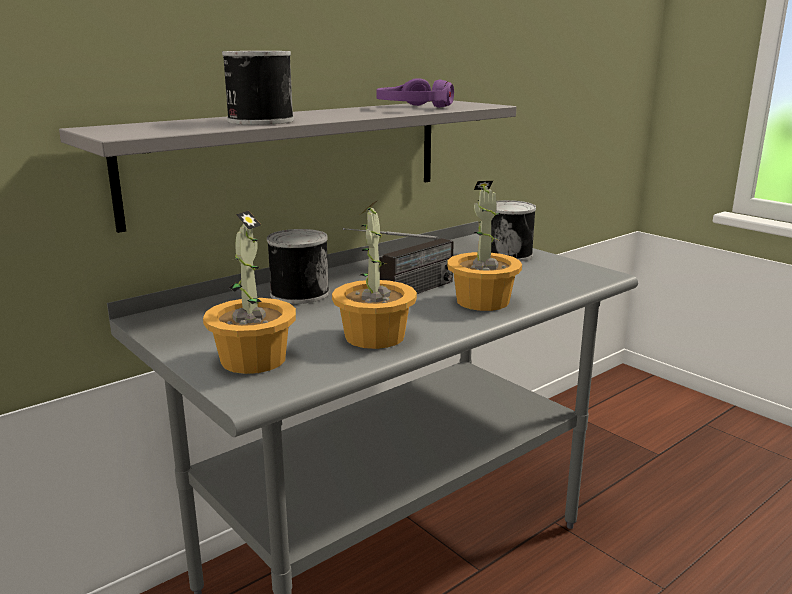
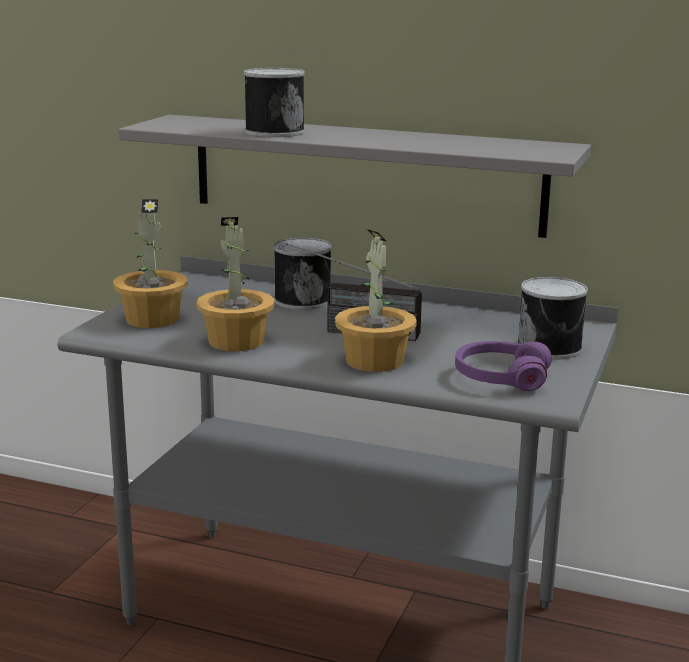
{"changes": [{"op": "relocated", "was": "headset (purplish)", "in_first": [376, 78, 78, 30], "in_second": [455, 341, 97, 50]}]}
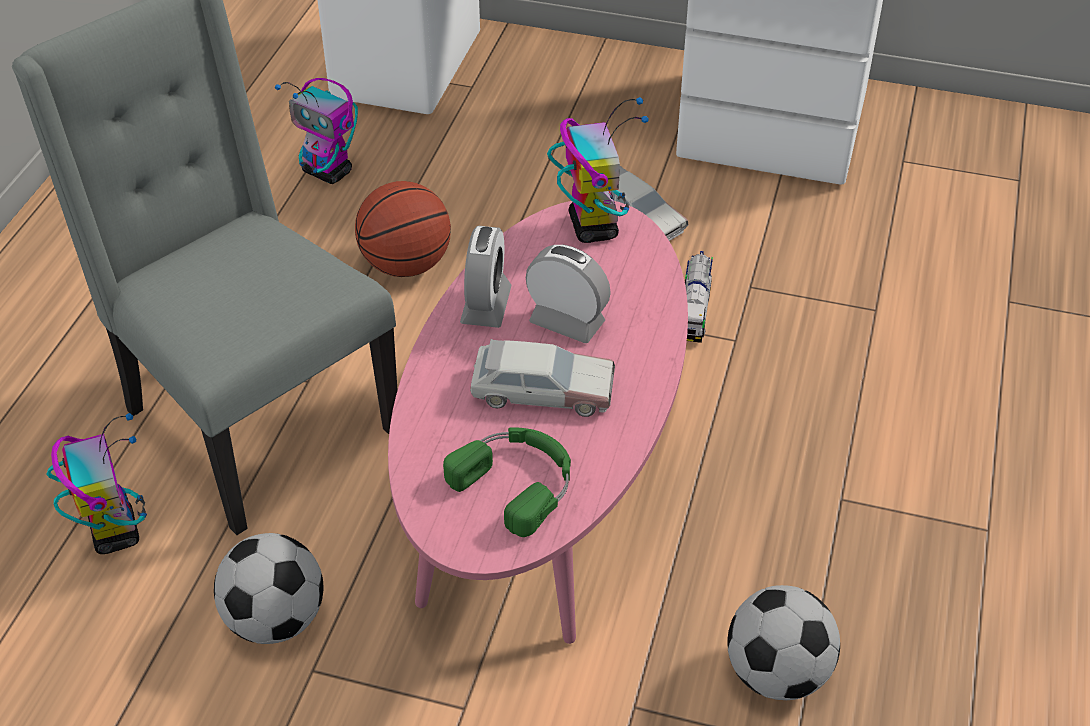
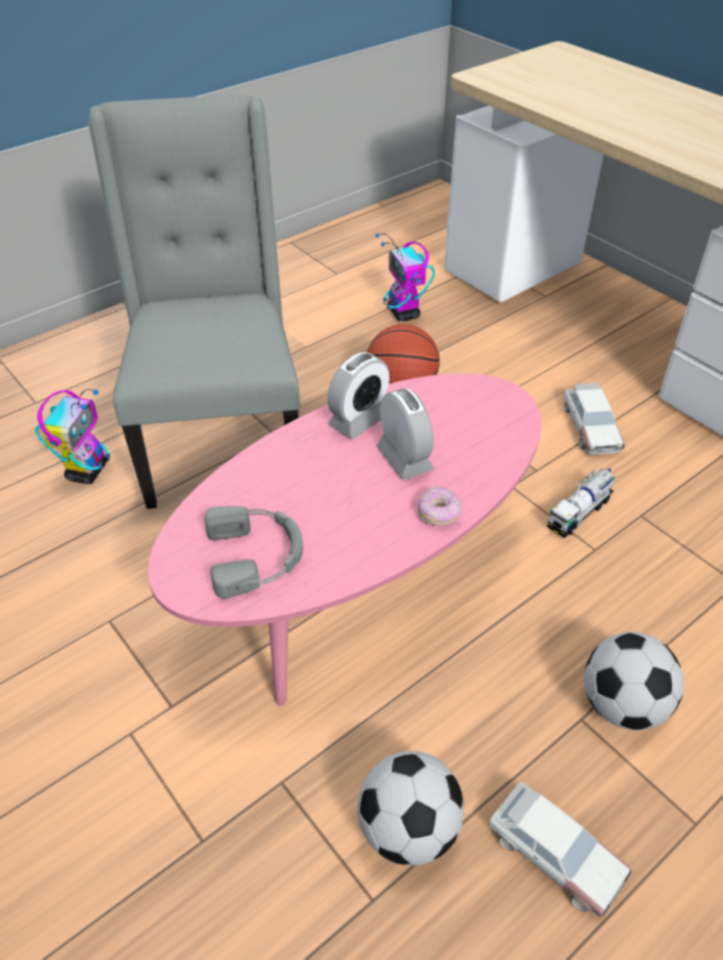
{"changes": [{"op": "relocated", "was": "football ball", "in_first": [214, 533, 109, 111], "in_second": [584, 632, 100, 98]}, {"op": "colour", "was": "headset (green)", "now": "headset (greyish)", "in_first": [443, 427, 128, 110], "in_second": [204, 506, 99, 93]}, {"op": "relocated", "was": "model car", "in_first": [470, 339, 145, 78], "in_second": [489, 782, 143, 136]}, {"op": "missing", "was": "toy robot", "in_first": [547, 97, 102, 146]}, {"op": "appeared", "now": "donut", "in_second": [417, 486, 44, 40]}]}
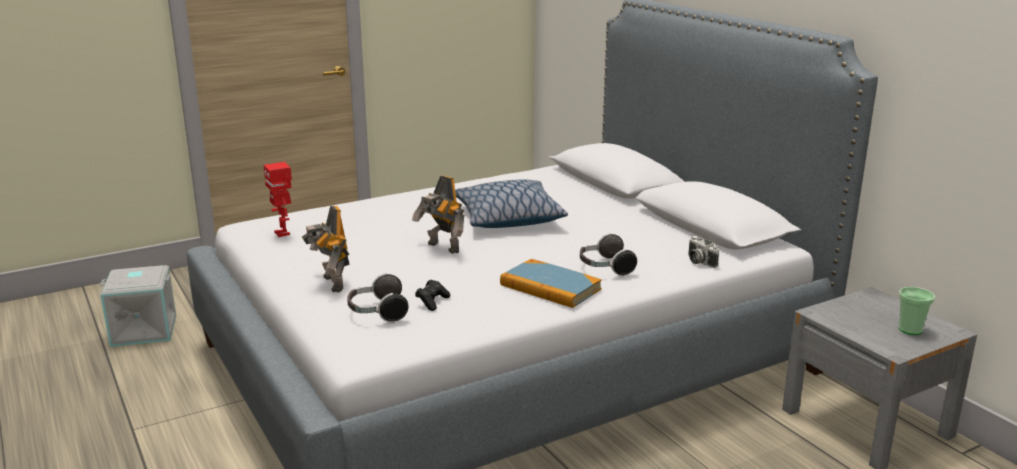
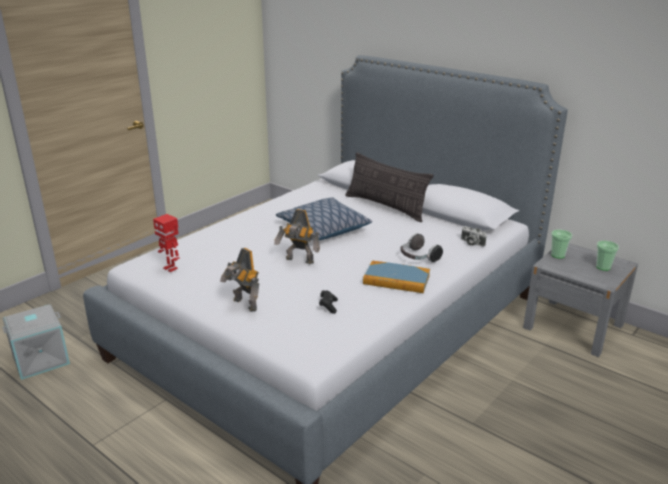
{"changes": [{"op": "missing", "was": "headset", "in_first": [347, 273, 62, 50]}, {"op": "appeared", "now": "throw pillow", "in_second": [345, 152, 88, 70]}, {"op": "appeared", "now": "drinking cup", "in_second": [551, 230, 21, 29]}]}
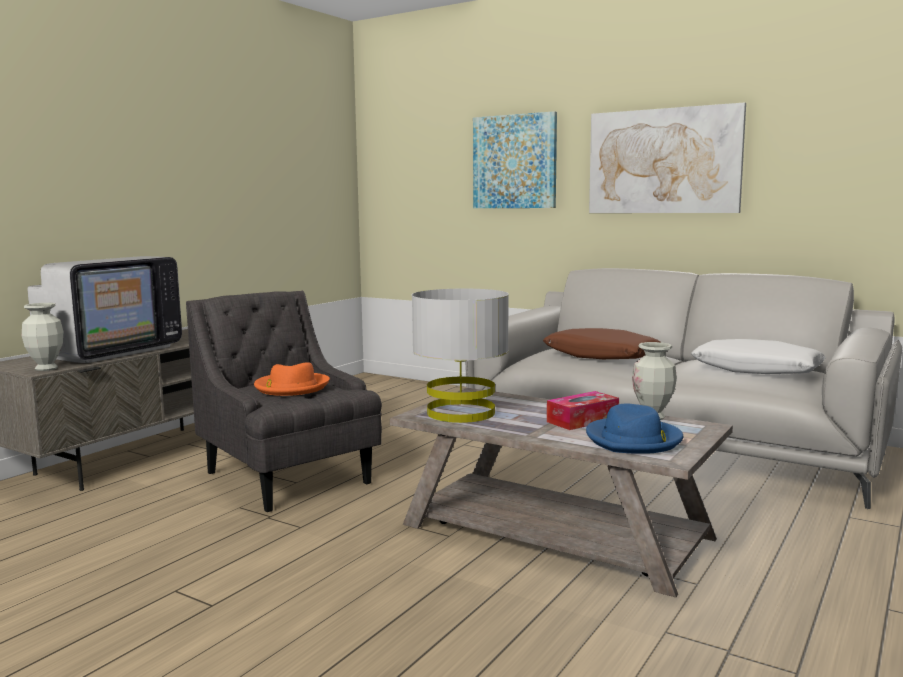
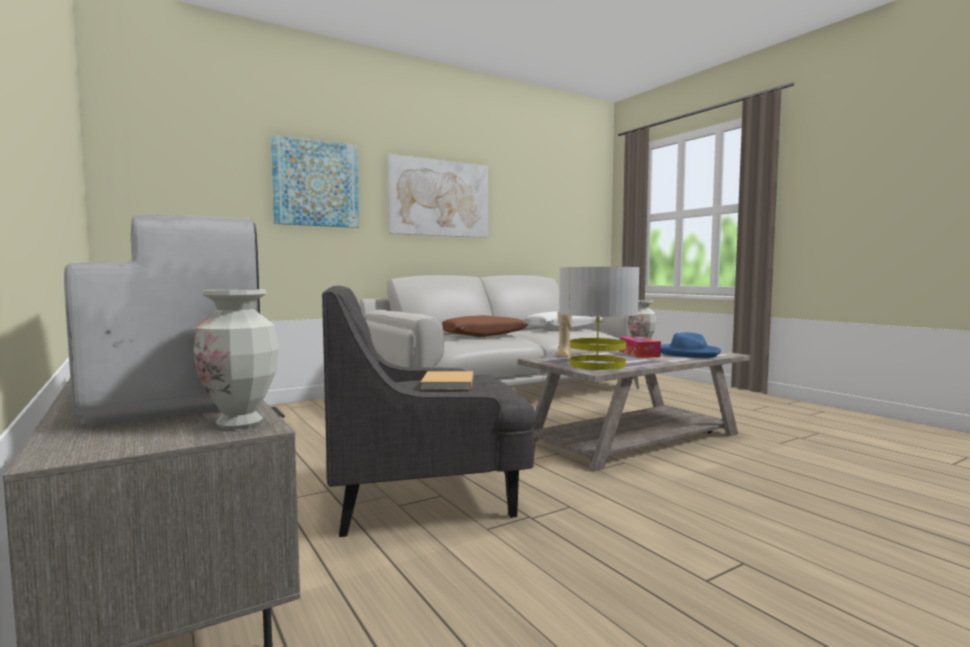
{"changes": [{"op": "exchanged", "was": "clothing hat (orange)", "now": "volume (sand-coloured)", "in_first": [254, 363, 76, 33], "in_second": [420, 371, 53, 19]}, {"op": "appeared", "now": "candle (sand-coloured)", "in_second": [556, 311, 17, 46]}]}
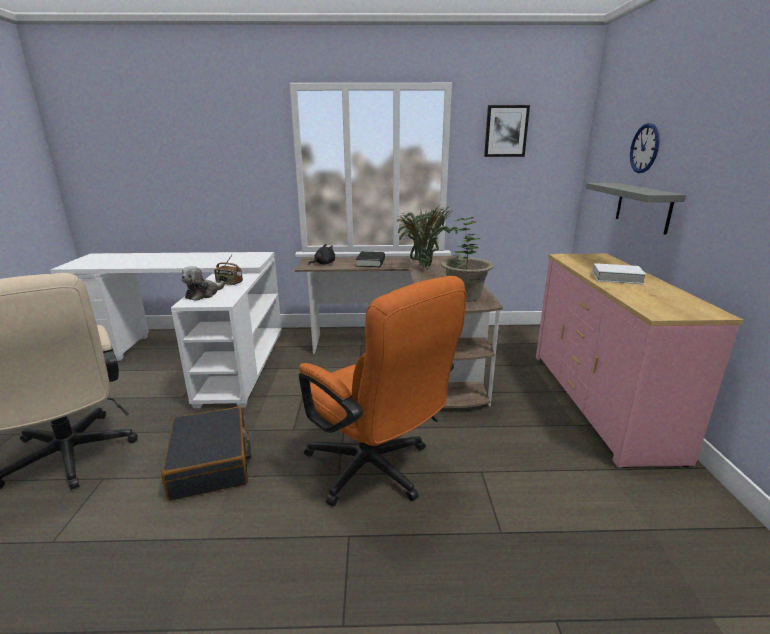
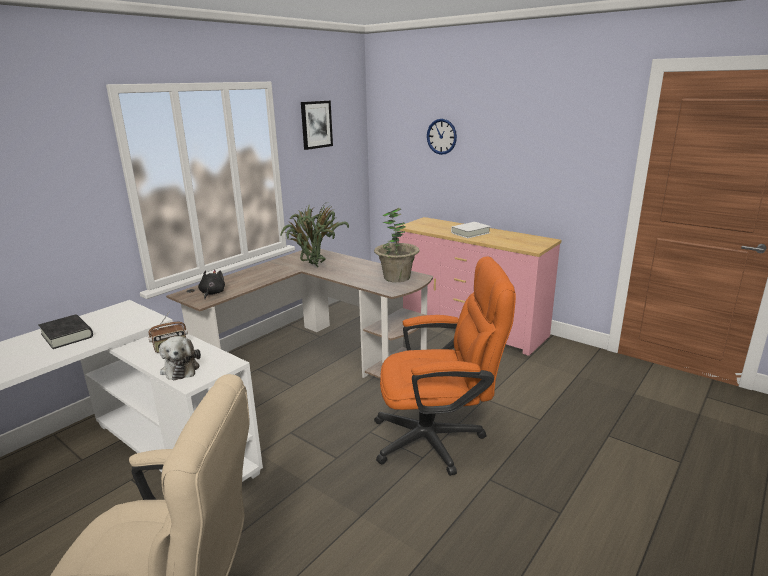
{"changes": [{"op": "missing", "was": "piece of luggage (black-coloured)", "in_first": [161, 406, 90, 95]}, {"op": "relocated", "was": "volume (black-coloured)", "in_first": [356, 252, 29, 15], "in_second": [38, 315, 55, 34]}, {"op": "missing", "was": "wall shelf (greyish)", "in_first": [586, 183, 100, 52]}]}
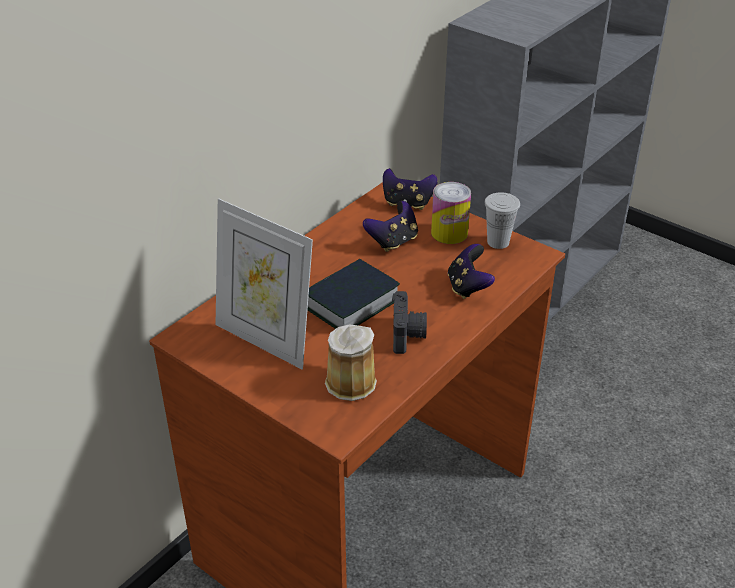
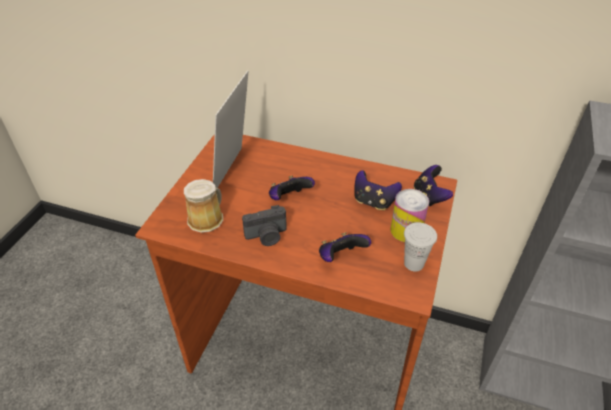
{"changes": [{"op": "exchanged", "was": "volume", "now": "joypad", "in_first": [308, 259, 92, 70], "in_second": [269, 175, 46, 26]}]}
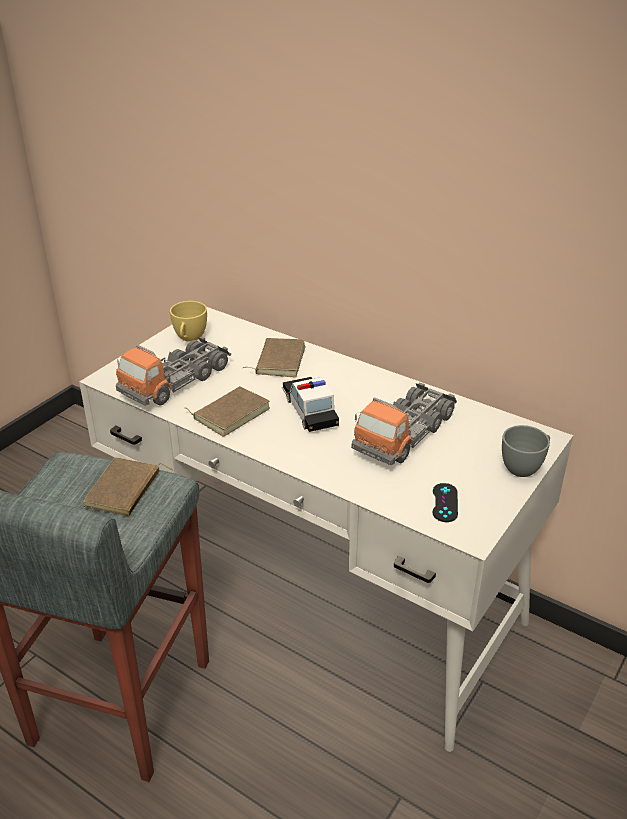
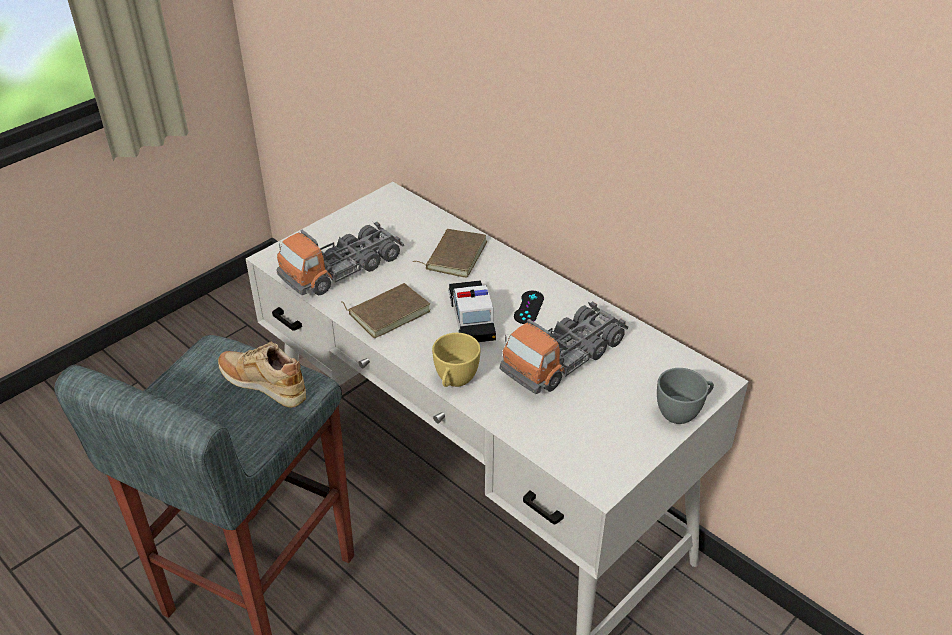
{"changes": [{"op": "exchanged", "was": "volume (brownish)", "now": "low shoe (sand-coloured)", "in_first": [83, 457, 90, 59], "in_second": [218, 342, 88, 66]}, {"op": "relocated", "was": "drinking cup (yellow-coloured)", "in_first": [170, 301, 37, 41], "in_second": [432, 333, 49, 54]}, {"op": "relocated", "was": "joypad (black-coloured)", "in_first": [432, 483, 26, 39], "in_second": [514, 291, 30, 33]}]}
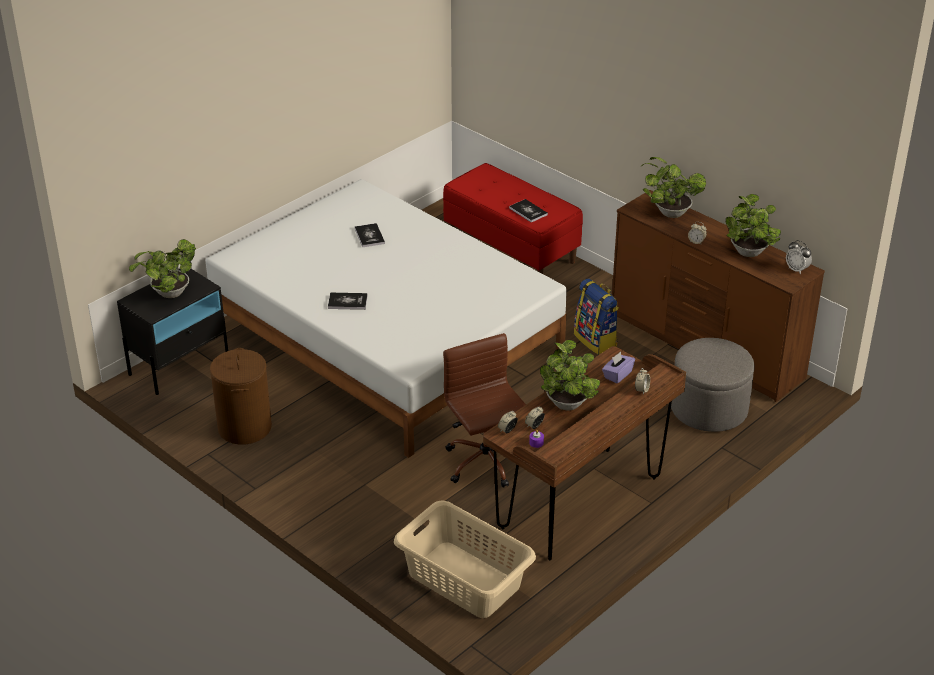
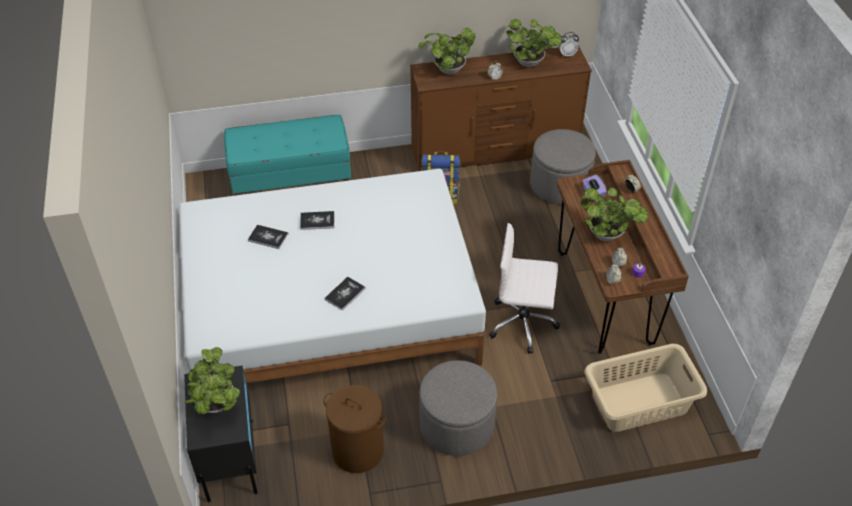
{"changes": [{"op": "colour", "was": "bench (reddish)", "now": "bench (blue-green)", "in_first": [443, 163, 140, 111], "in_second": [224, 115, 127, 80]}, {"op": "colour", "was": "desk chair (brownish)", "now": "desk chair (whitish)", "in_first": [443, 333, 83, 155], "in_second": [489, 223, 71, 131]}, {"op": "relocated", "was": "volume", "in_first": [509, 199, 39, 23], "in_second": [300, 211, 34, 19]}, {"op": "appeared", "now": "footrest (greyish)", "in_second": [419, 360, 78, 96]}]}
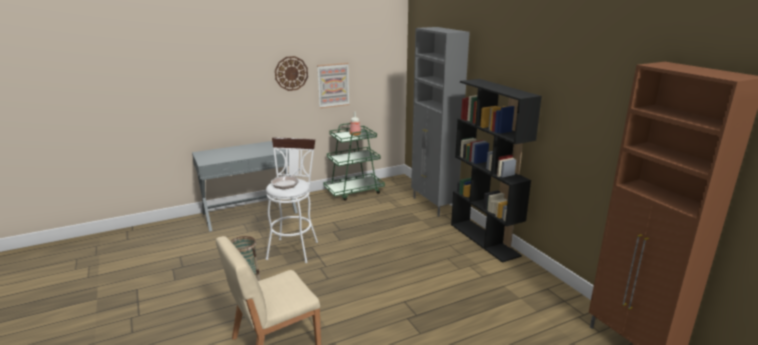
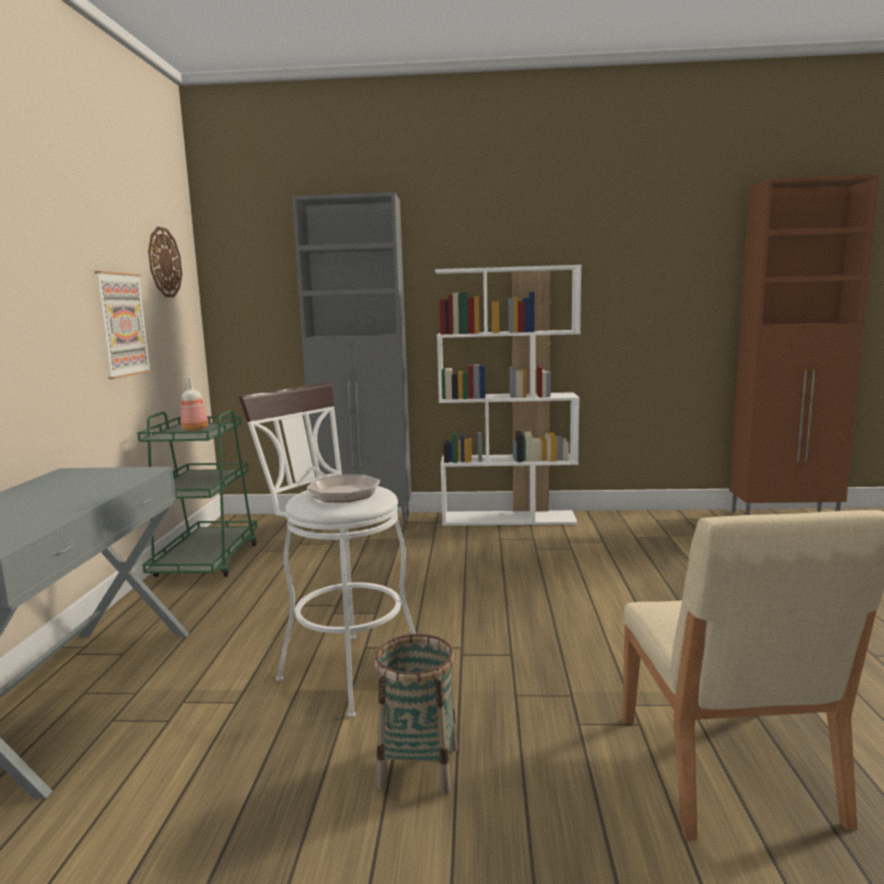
{"changes": [{"op": "relocated", "was": "clock on the wall", "in_first": [275, 56, 33, 35], "in_second": [148, 227, 34, 70]}, {"op": "colour", "was": "bookshelf (black-coloured)", "now": "bookshelf (whitish)", "in_first": [451, 79, 91, 184], "in_second": [435, 265, 147, 261]}]}
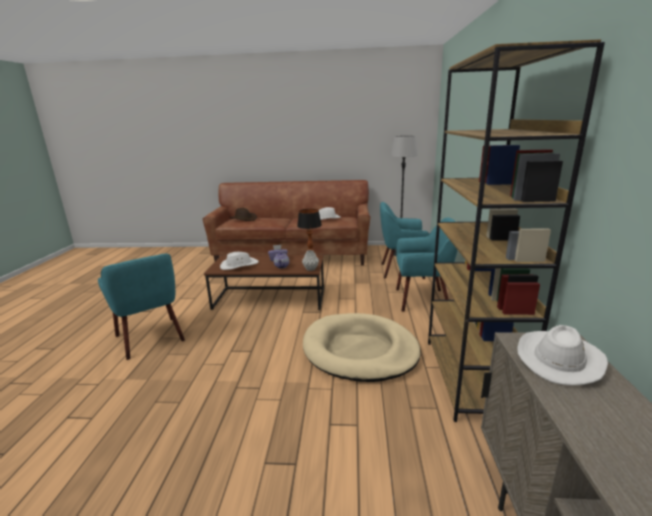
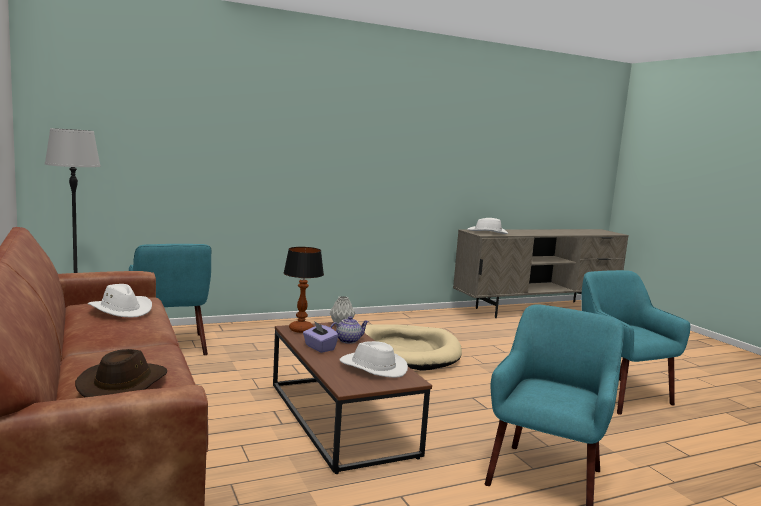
{"changes": [{"op": "relocated", "was": "armchair (blue-green)", "in_first": [396, 217, 62, 95], "in_second": [581, 270, 109, 145]}, {"op": "missing", "was": "bookshelf (brownish)", "in_first": [428, 39, 177, 383]}]}
